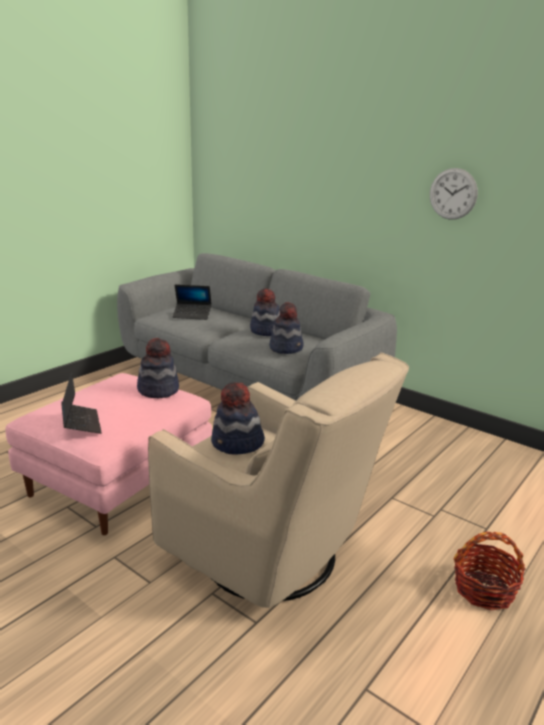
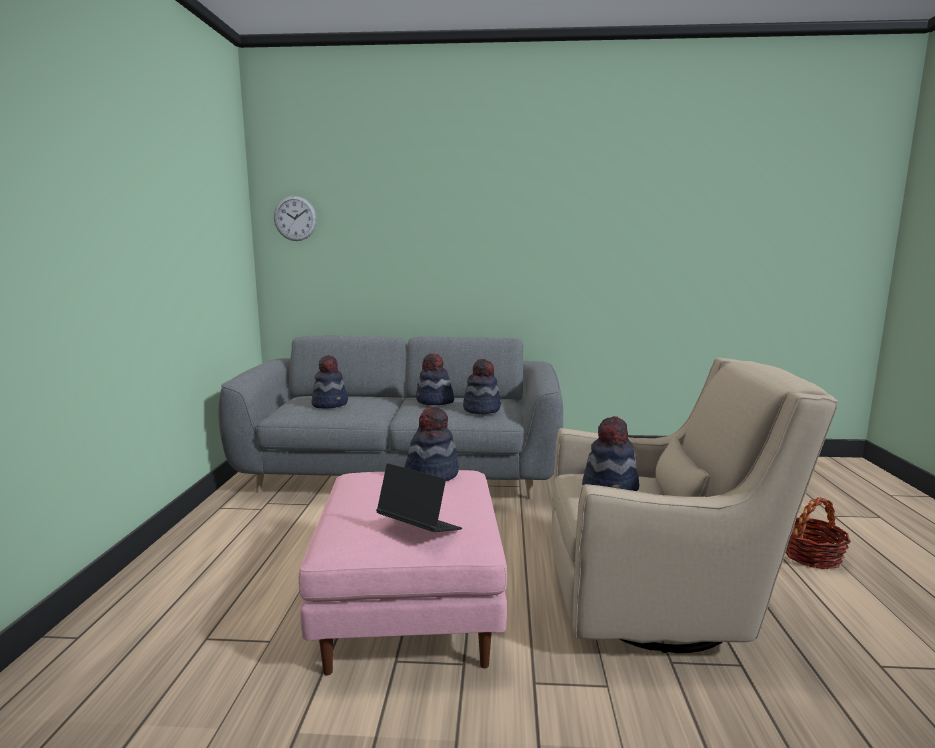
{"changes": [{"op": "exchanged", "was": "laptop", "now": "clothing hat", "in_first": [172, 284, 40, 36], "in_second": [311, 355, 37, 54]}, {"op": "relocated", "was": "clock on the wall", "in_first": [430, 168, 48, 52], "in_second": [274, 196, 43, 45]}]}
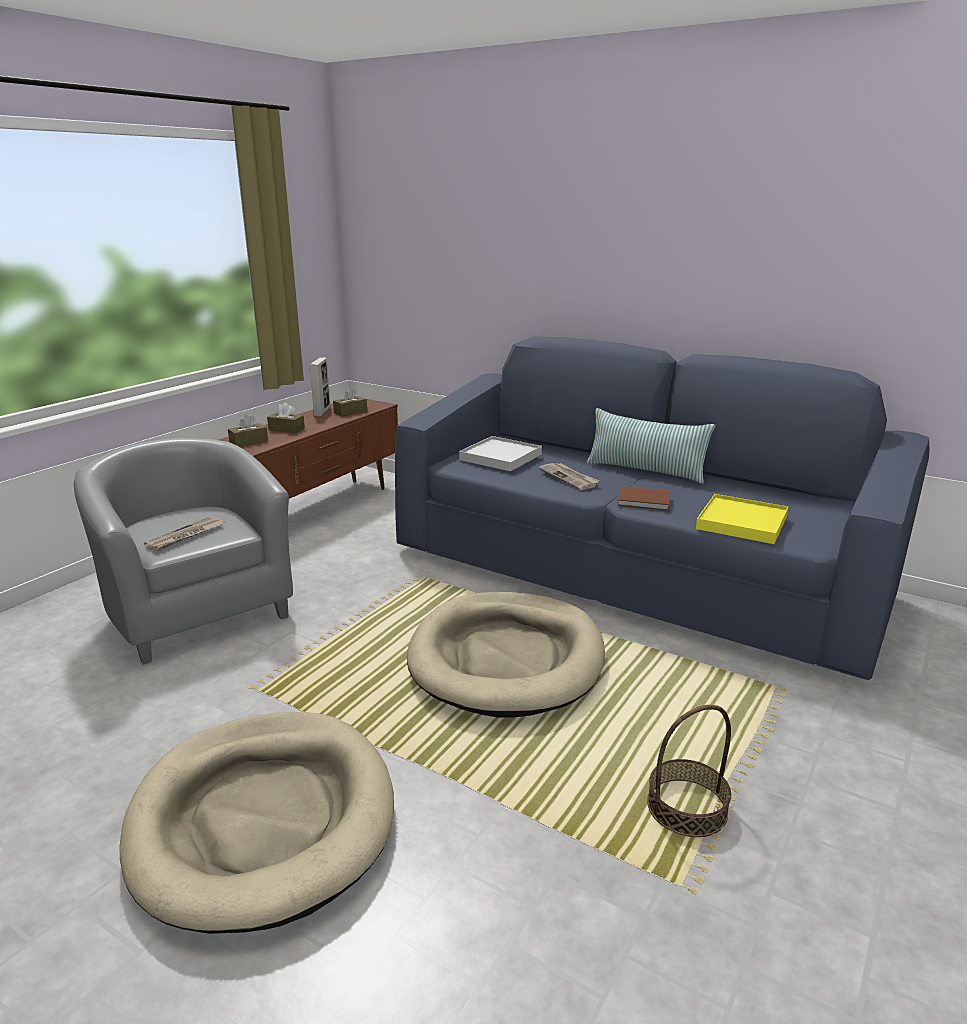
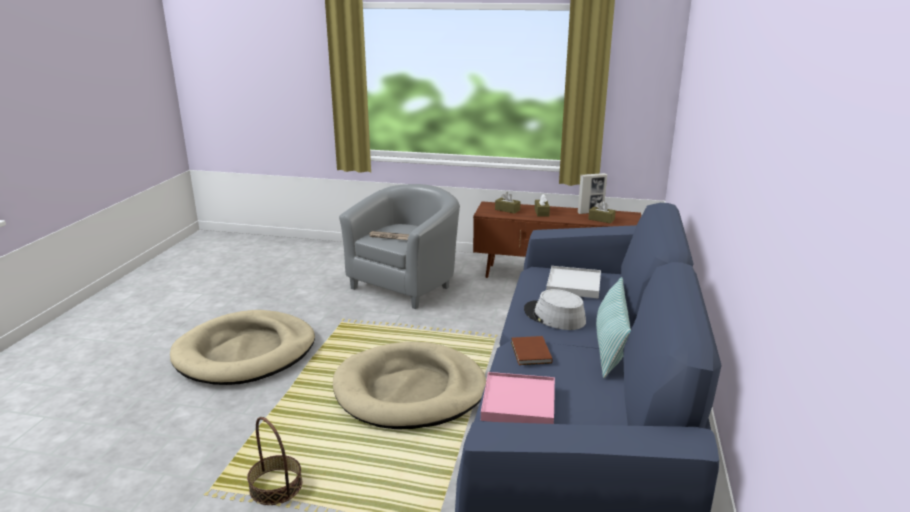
{"changes": [{"op": "exchanged", "was": "newspaper", "now": "clothing hat (greyish)", "in_first": [539, 463, 60, 27], "in_second": [524, 289, 62, 41]}, {"op": "colour", "was": "serving tray (yellow-coloured)", "now": "serving tray (pinkish)", "in_first": [696, 494, 92, 50], "in_second": [481, 372, 74, 52]}]}
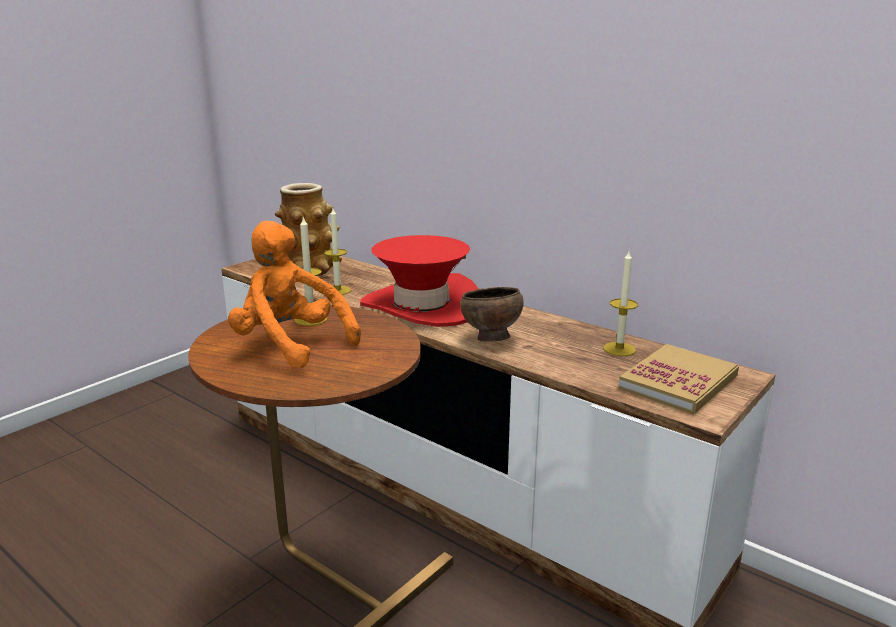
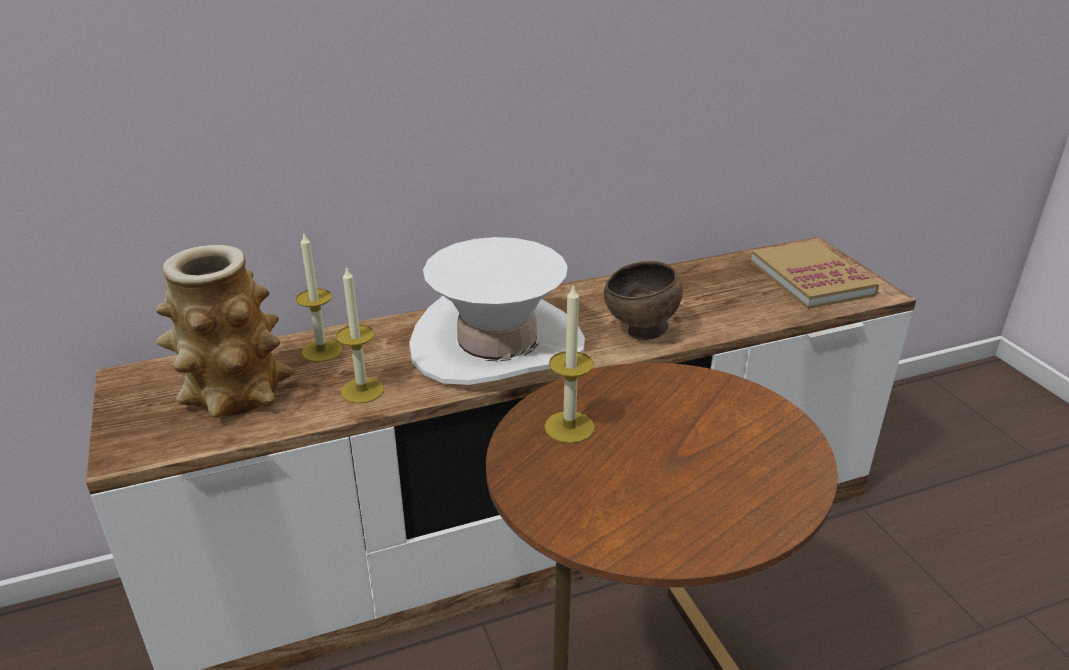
{"changes": [{"op": "missing", "was": "cuddly toy (orange)", "in_first": [228, 220, 133, 148]}, {"op": "colour", "was": "clothing hat (reddish)", "now": "clothing hat (whitish)", "in_first": [360, 235, 118, 92], "in_second": [409, 237, 176, 148]}, {"op": "relocated", "was": "candle", "in_first": [604, 251, 34, 105], "in_second": [296, 234, 47, 128]}]}
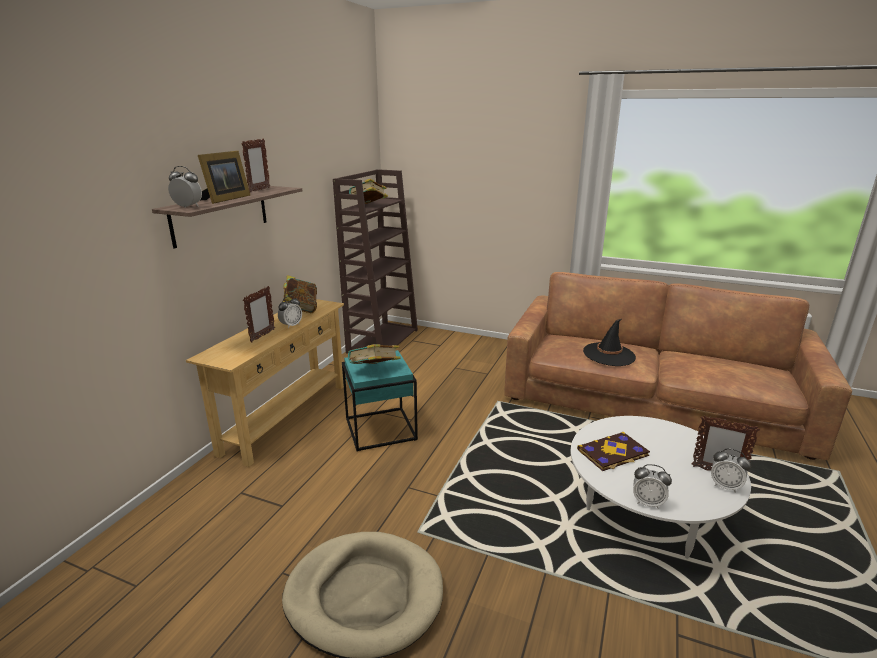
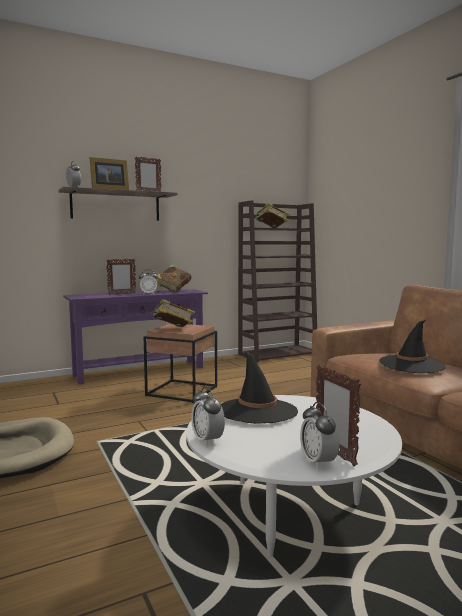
{"changes": [{"op": "colour", "was": "console table (sand-coloured)", "now": "console table (purplish)", "in_first": [186, 299, 158, 168], "in_second": [63, 289, 145, 96]}, {"op": "colour", "was": "accent table (blue-green)", "now": "accent table (brownish)", "in_first": [342, 350, 76, 102], "in_second": [144, 324, 73, 79]}, {"op": "exchanged", "was": "volume", "now": "clothing hat (black-coloured)", "in_first": [577, 432, 73, 39], "in_second": [221, 350, 77, 74]}]}
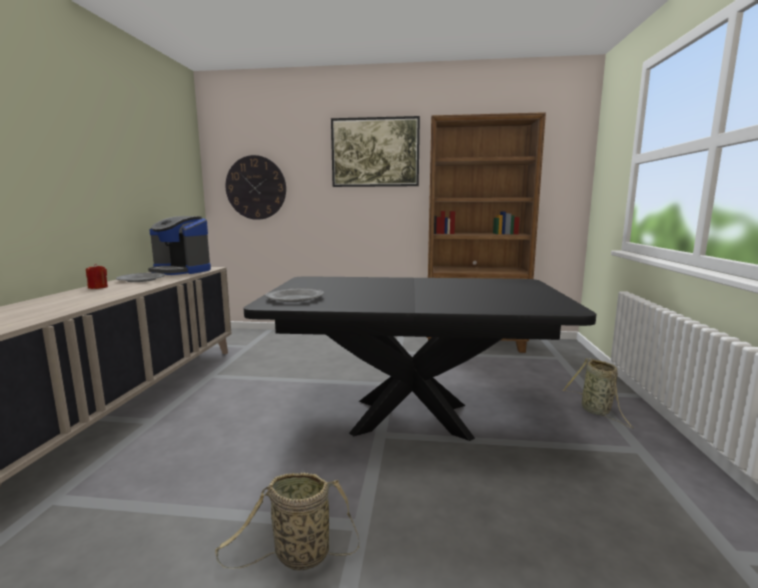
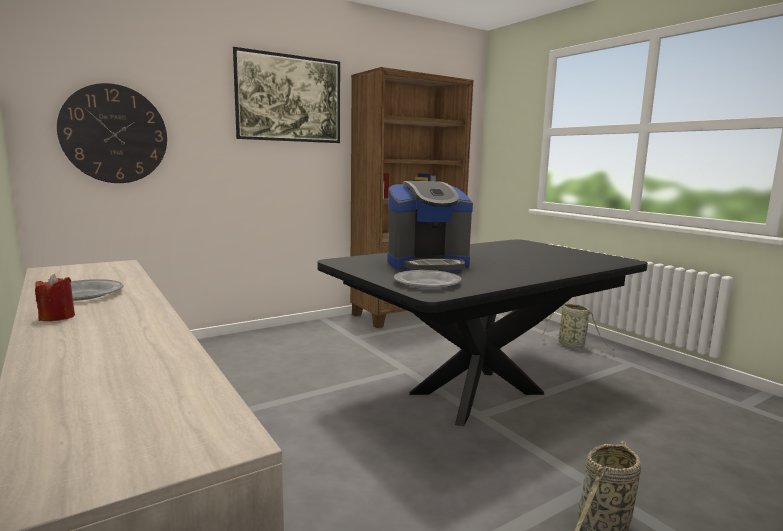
{"changes": [{"op": "relocated", "was": "coffee maker", "in_first": [148, 216, 63, 59], "in_second": [387, 181, 86, 91]}]}
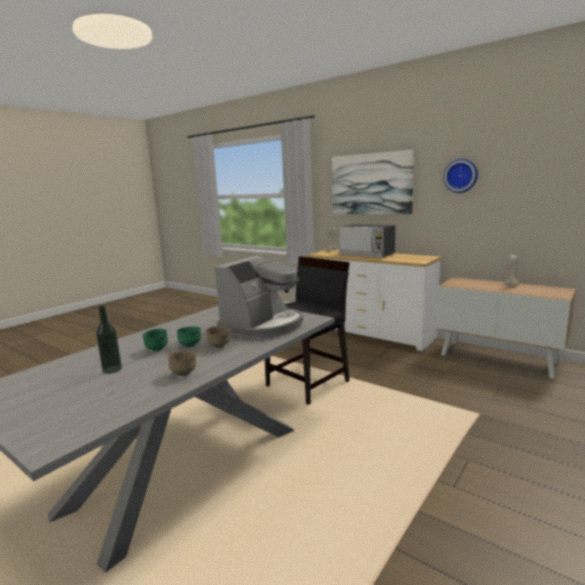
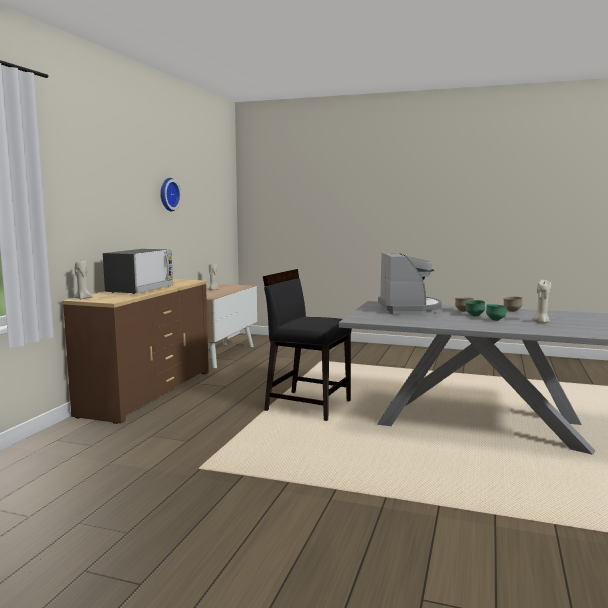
{"changes": [{"op": "exchanged", "was": "bottle", "now": "candle (sand-coloured)", "in_first": [96, 305, 26, 69], "in_second": [533, 279, 18, 44]}, {"op": "spun", "was": "coffee maker", "in_first": [215, 256, 88, 83], "in_second": [378, 252, 64, 62], "clockwise": 75}, {"op": "colour", "was": "drawer chest (whitish)", "now": "drawer chest (brownish)", "in_first": [308, 249, 134, 102], "in_second": [62, 279, 147, 145]}, {"op": "missing", "was": "picture", "in_first": [332, 150, 82, 64]}]}
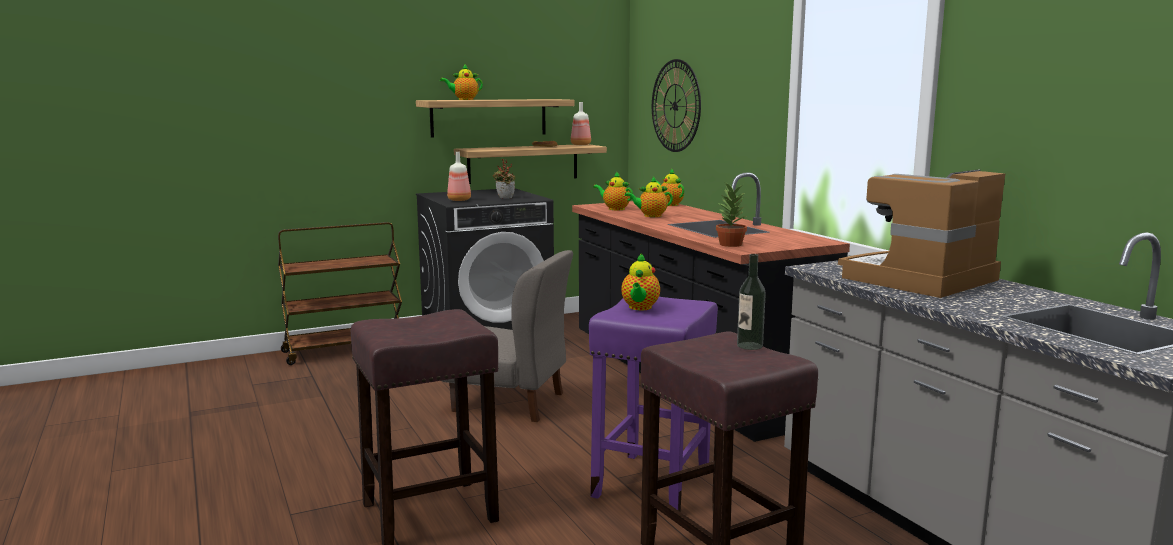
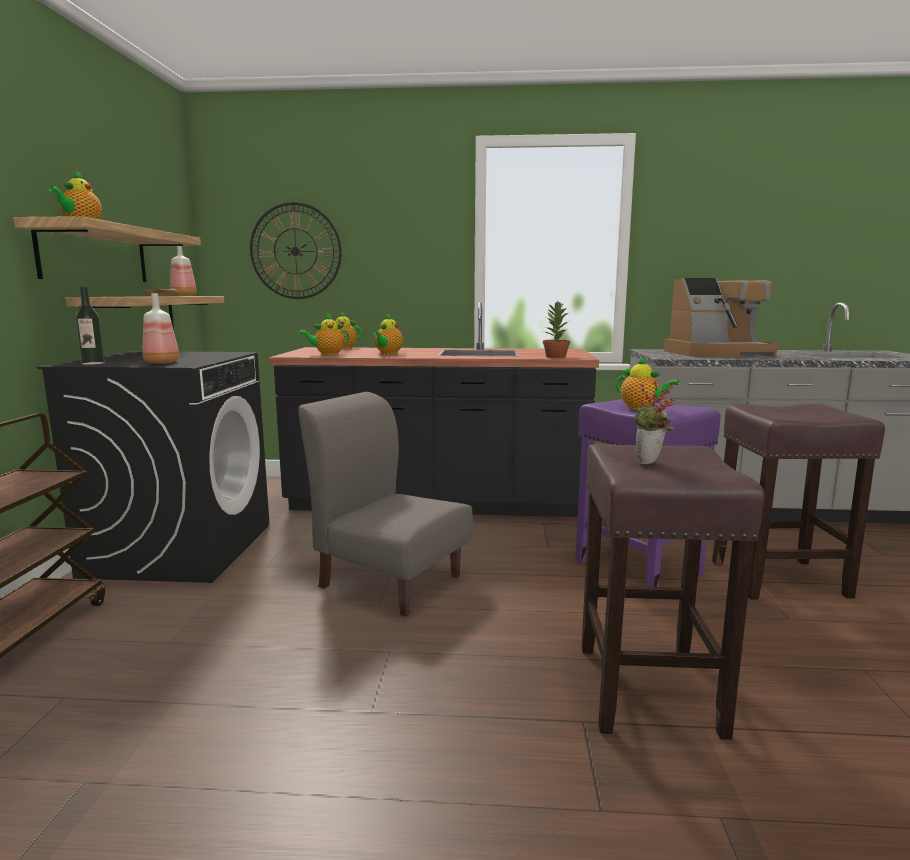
{"changes": [{"op": "spun", "was": "plain chair (greyish)", "in_first": [442, 250, 131, 172], "in_second": [298, 392, 175, 225], "clockwise": -105}, {"op": "relocated", "was": "houseplant", "in_first": [493, 159, 22, 40], "in_second": [635, 381, 40, 83]}, {"op": "relocated", "was": "bottle", "in_first": [737, 254, 29, 96], "in_second": [75, 286, 30, 79]}, {"op": "spun", "was": "coffee maker", "in_first": [838, 170, 167, 128], "in_second": [664, 278, 116, 79], "clockwise": -90}]}
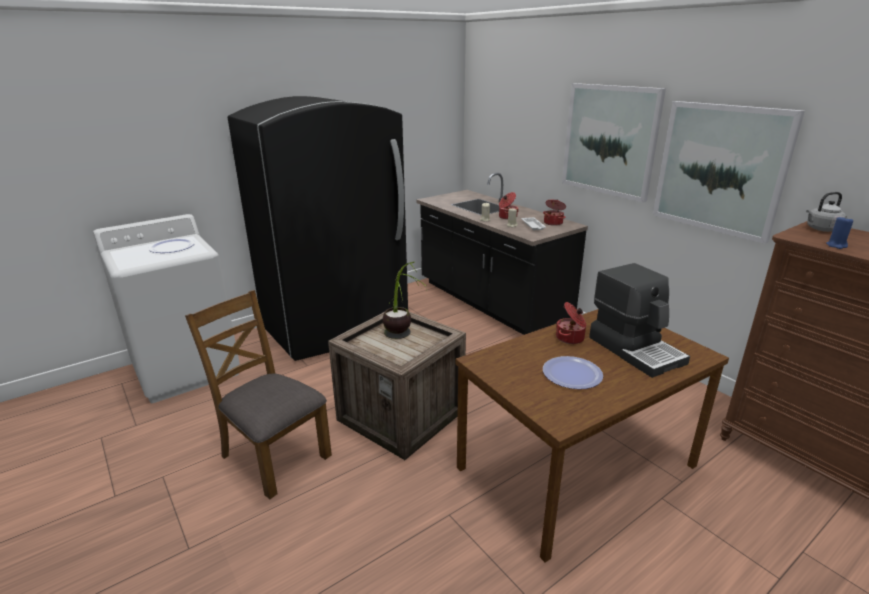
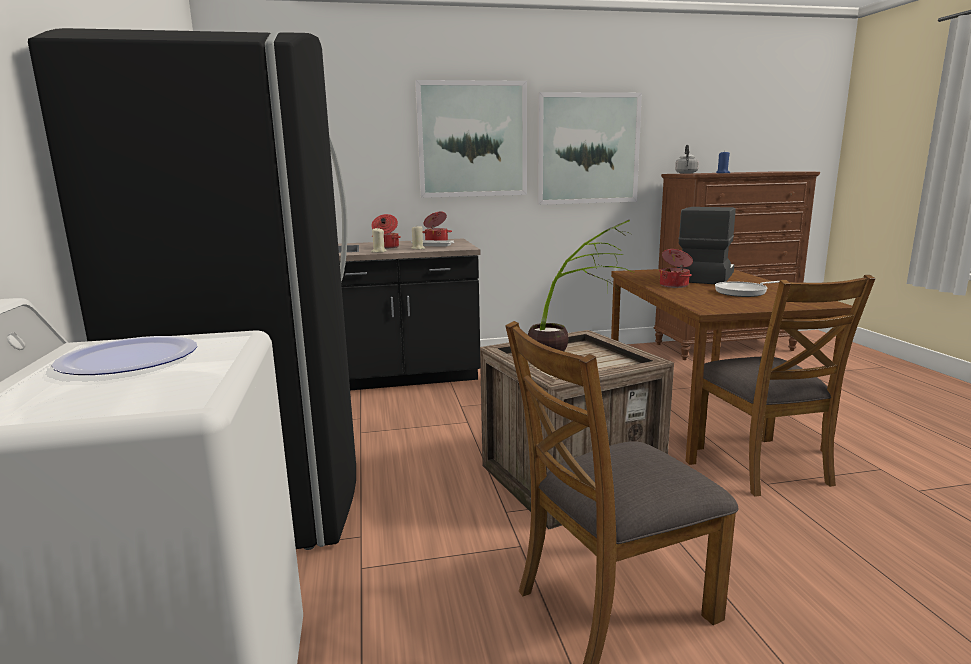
{"changes": [{"op": "exchanged", "was": "plate", "now": "pan", "in_first": [543, 356, 60, 33], "in_second": [715, 281, 64, 16]}, {"op": "spun", "was": "coffee maker", "in_first": [589, 263, 101, 115], "in_second": [677, 207, 59, 77], "clockwise": -60}, {"op": "appeared", "now": "plain chair (brownish)", "in_second": [697, 275, 179, 222]}]}
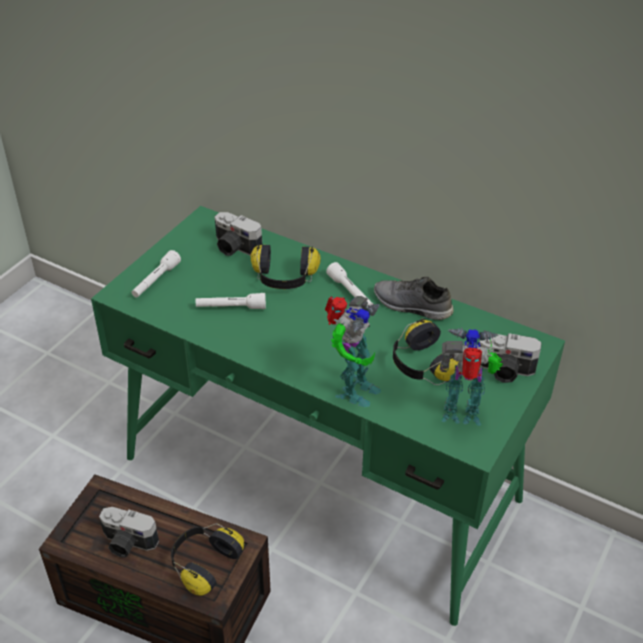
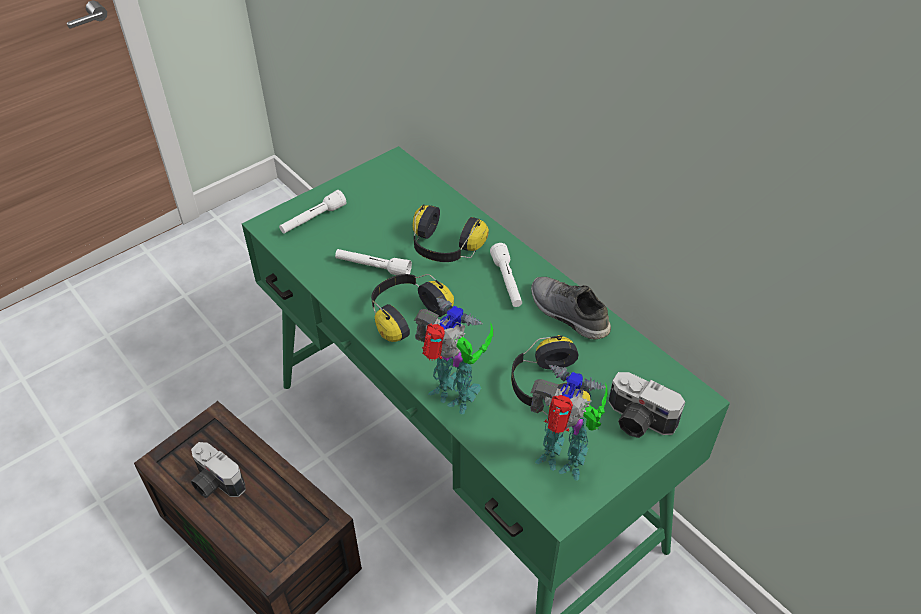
{"changes": [{"op": "relocated", "was": "headset", "in_first": [171, 524, 73, 72], "in_second": [371, 274, 83, 68]}, {"op": "missing", "was": "still camera", "in_first": [214, 212, 48, 44]}, {"op": "spun", "was": "toy robot", "in_first": [325, 296, 56, 112], "in_second": [414, 298, 79, 117], "clockwise": -105}]}
